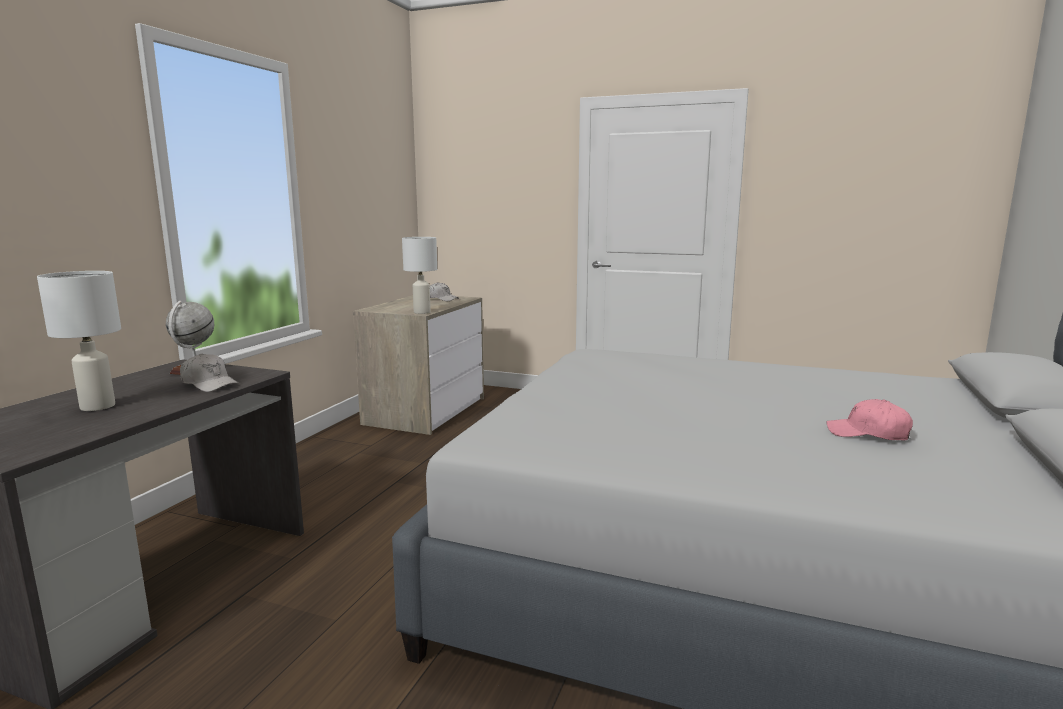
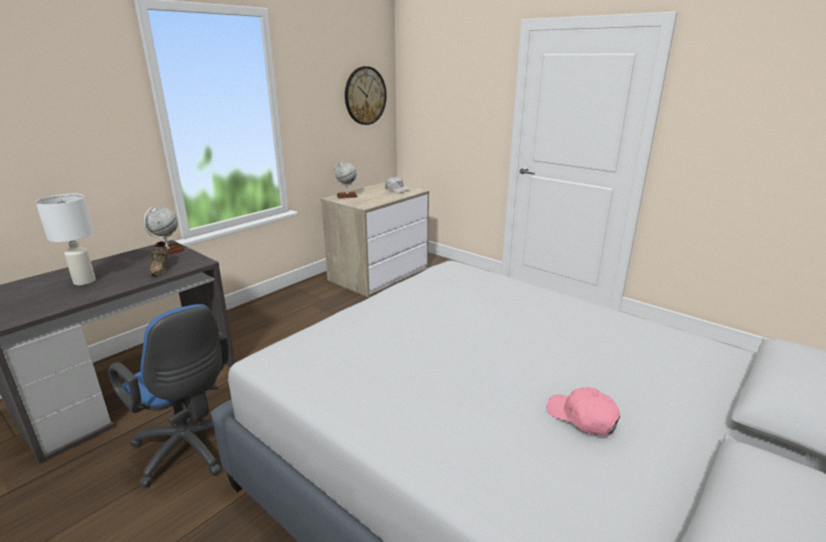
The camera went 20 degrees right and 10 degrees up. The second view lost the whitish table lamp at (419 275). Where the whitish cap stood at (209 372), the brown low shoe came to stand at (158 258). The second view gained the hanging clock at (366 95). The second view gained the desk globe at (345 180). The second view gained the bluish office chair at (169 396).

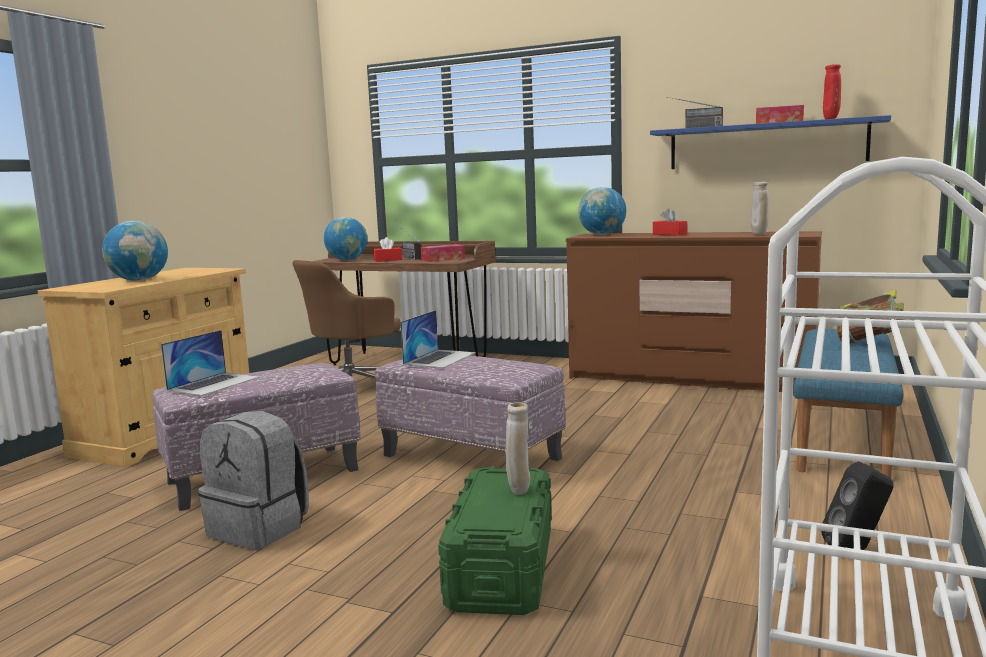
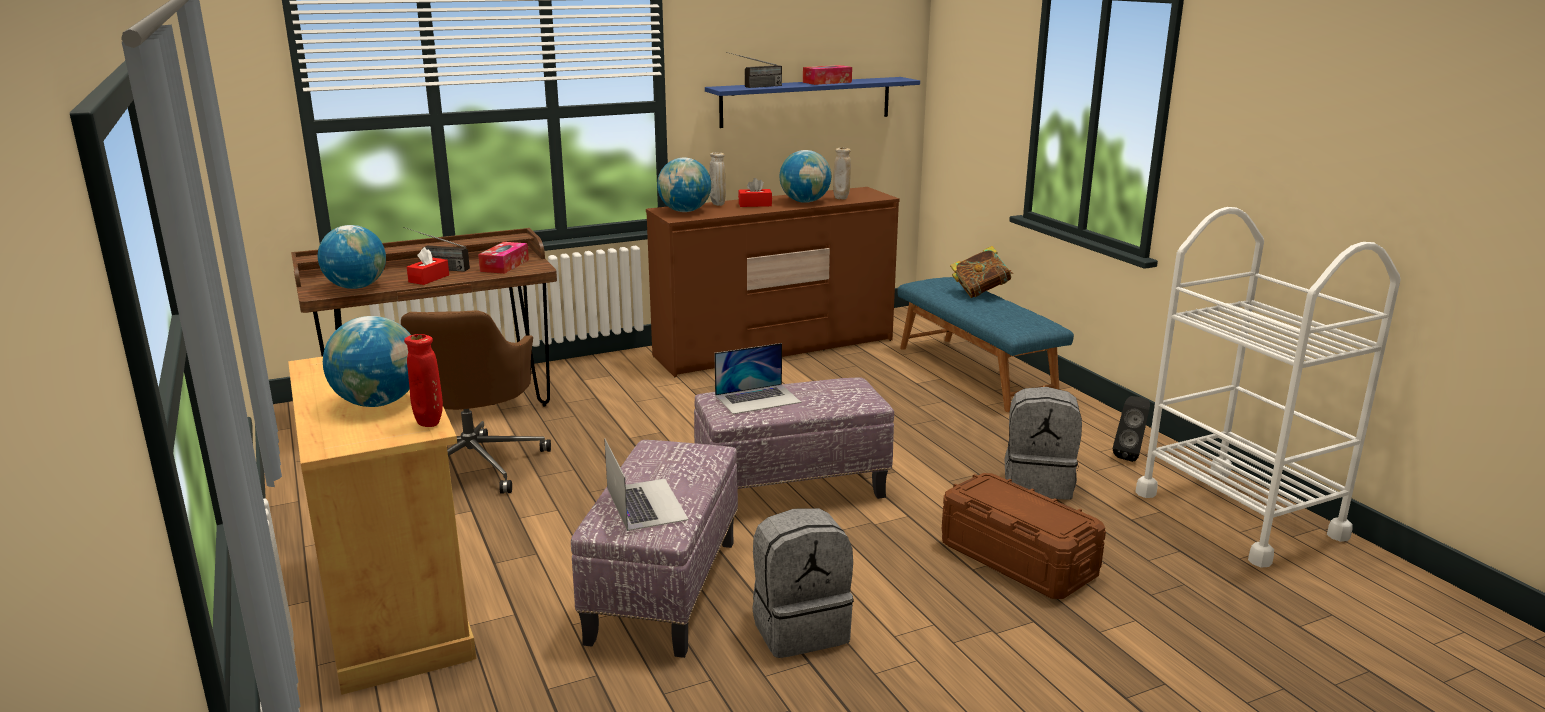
The camera went 50 degrees left and 10 degrees up. The red-coloured vase ended up elsewhere, having gone from (832 91) to (423 380). The notebook computer at (438 339) ended up facing another way, 90 degrees clockwise from before. The beige vase ended up elsewhere, having gone from (517 448) to (717 179). What was the greenish storage box at (495 540) turned into the brown storage box at (1024 536). The second view gained the desk globe at (805 176). The second view gained the grey knapsack at (1043 443).

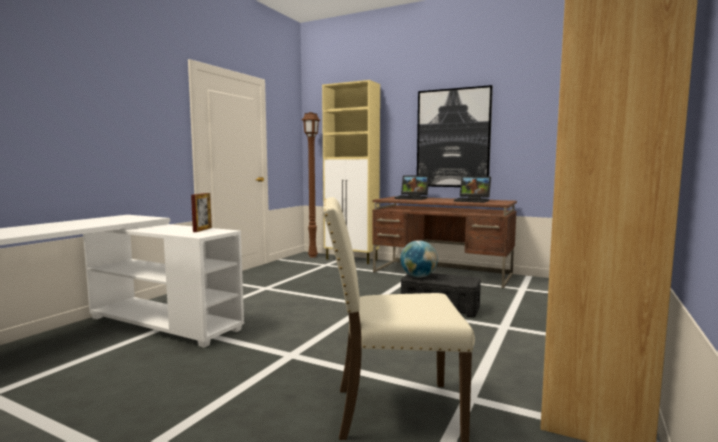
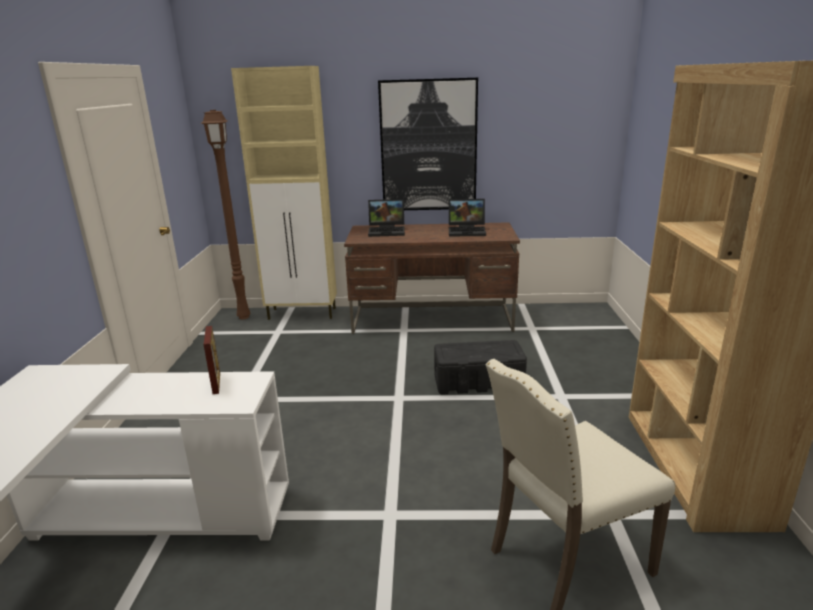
The camera went 25 degrees left and 15 degrees up. The second view lost the desk globe at (419 258).

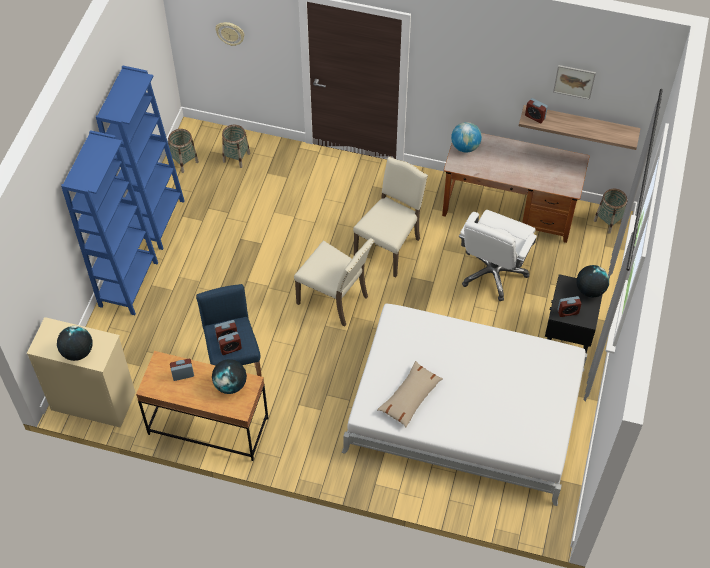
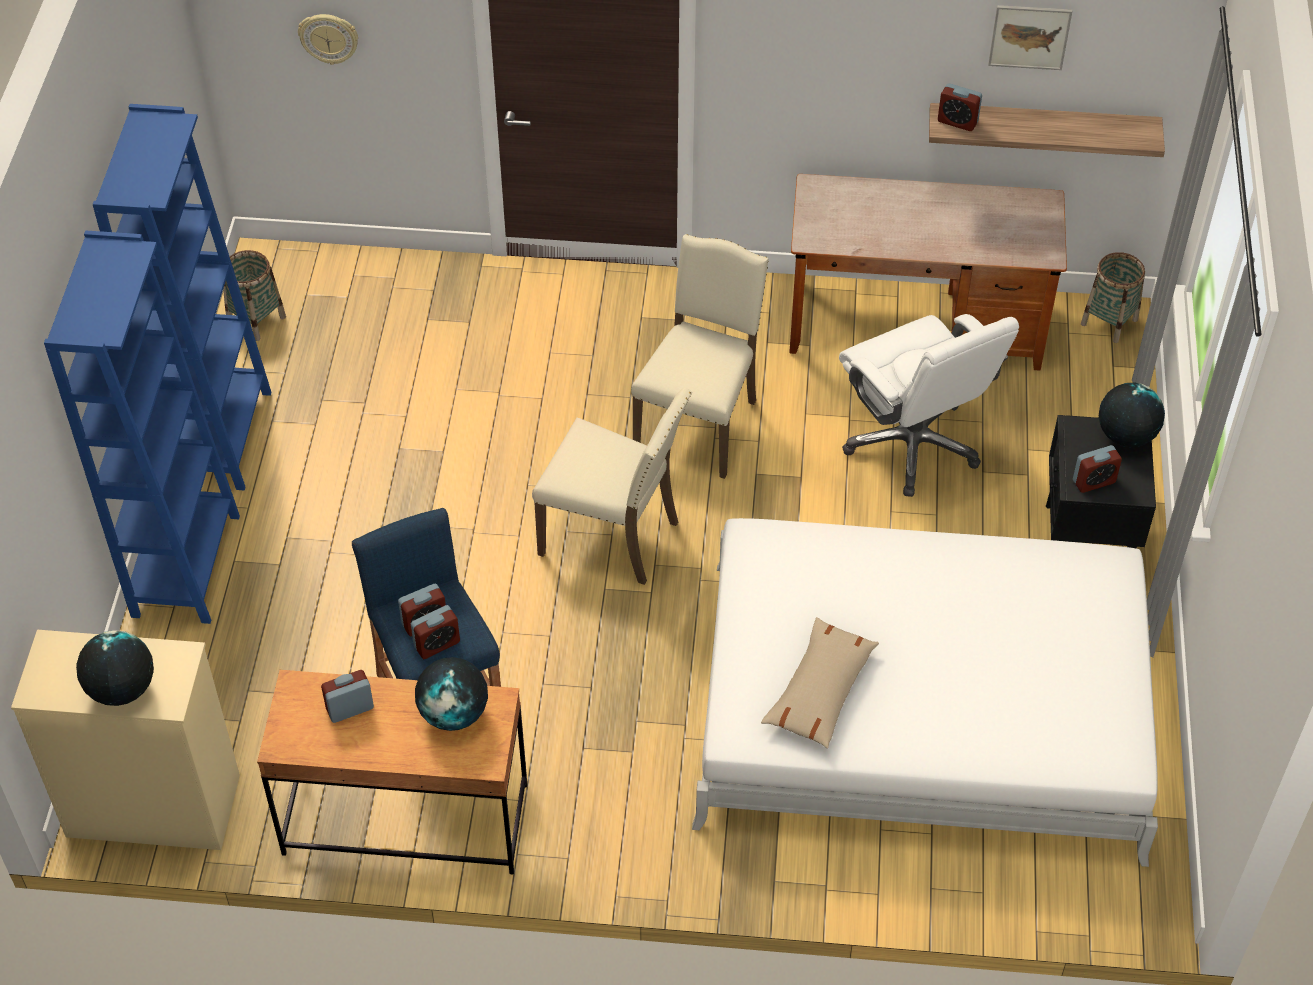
The camera went 10 degrees left and 5 degrees down. The second view lost the desk globe at (466 137). The second view lost the basket at (236 146). The whitish office chair at (498 255) ended up facing another way, 45 degrees counterclockwise from before.

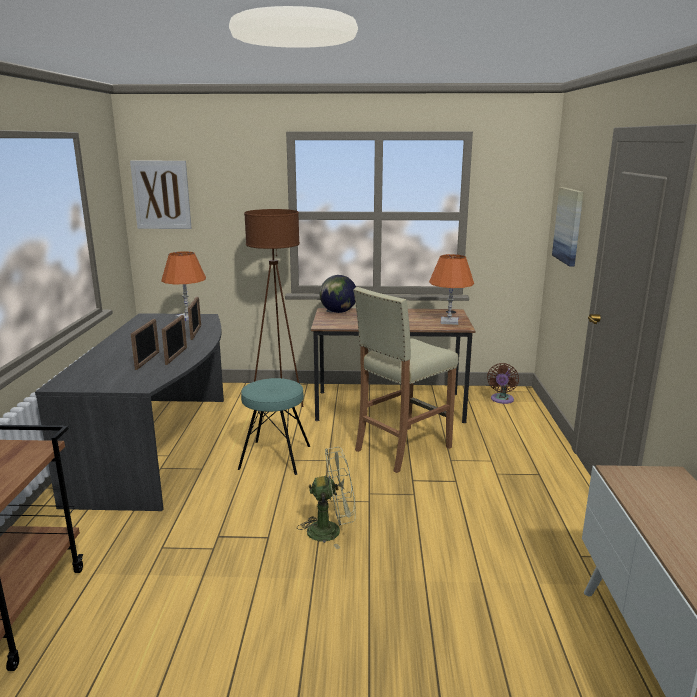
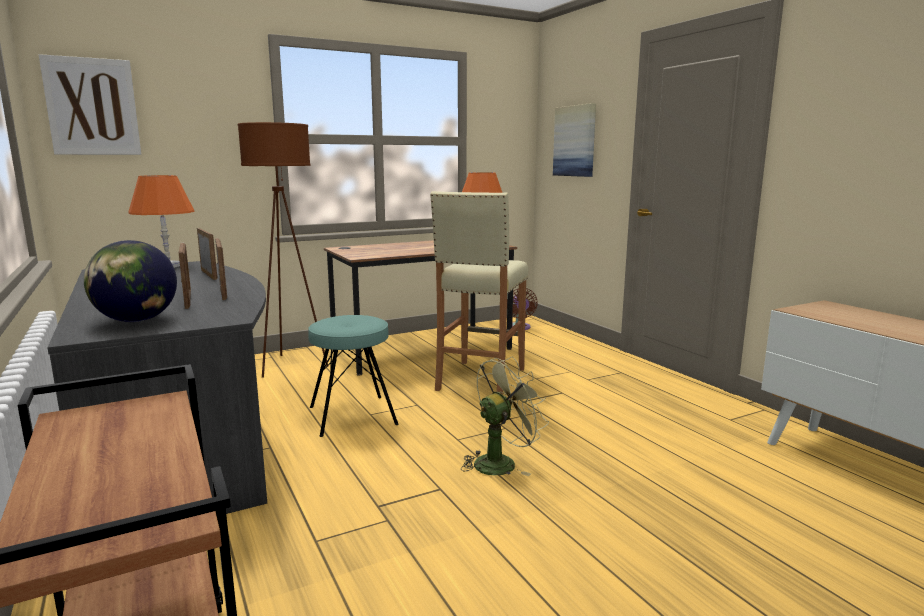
The camera went 30 degrees left and 5 degrees down. The desk globe ended up elsewhere, having gone from (338 294) to (130 281).

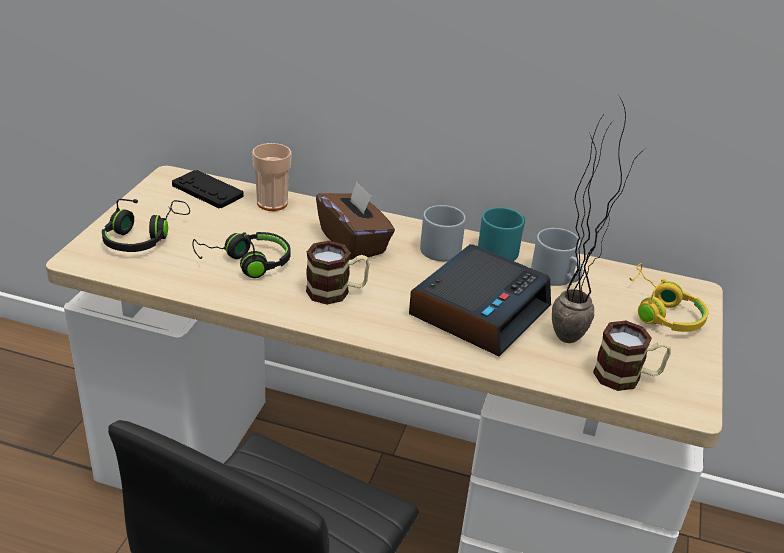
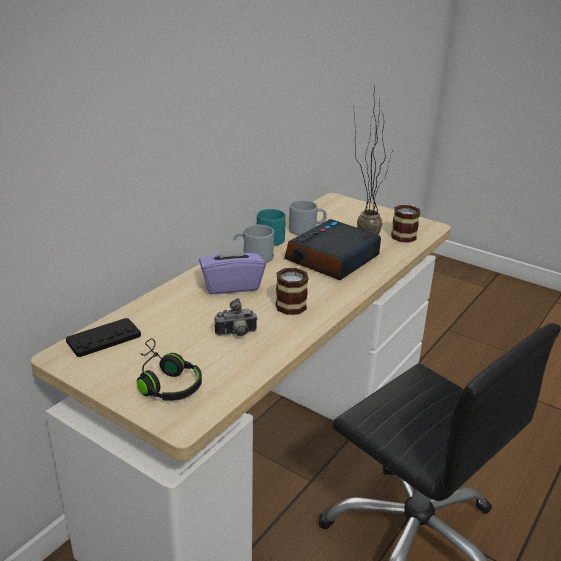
The camera went 70 degrees left and 5 degrees down. The second view lost the small cup at (272 177). What was the brown box of tissues at (355 220) turned into the purple box of tissues at (232 266). Where the black headphones stood at (241 255), the still camera came to stand at (236 317). The alarm clock at (480 300) ended up facing another way, 105 degrees counterclockwise from before. The second view lost the yellow-coloured headphones at (669 297).

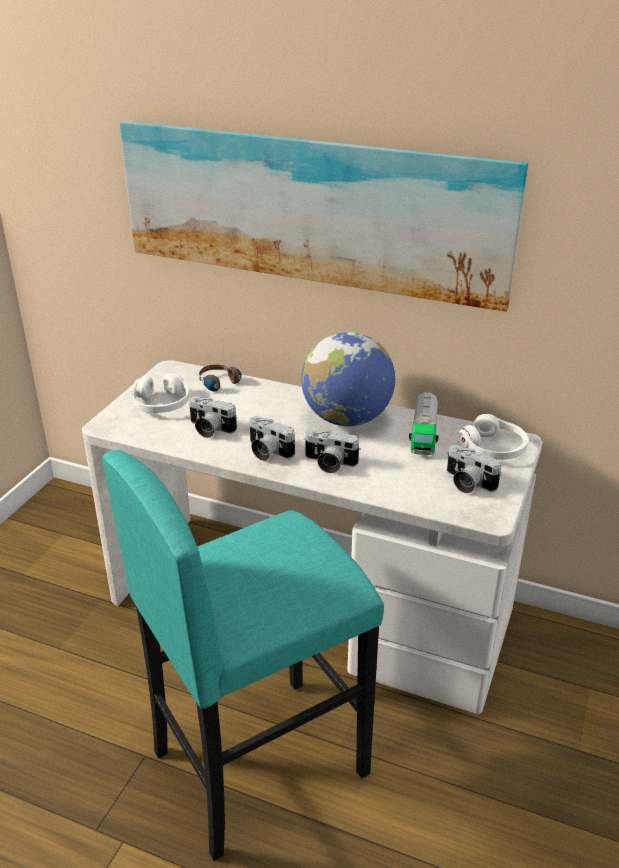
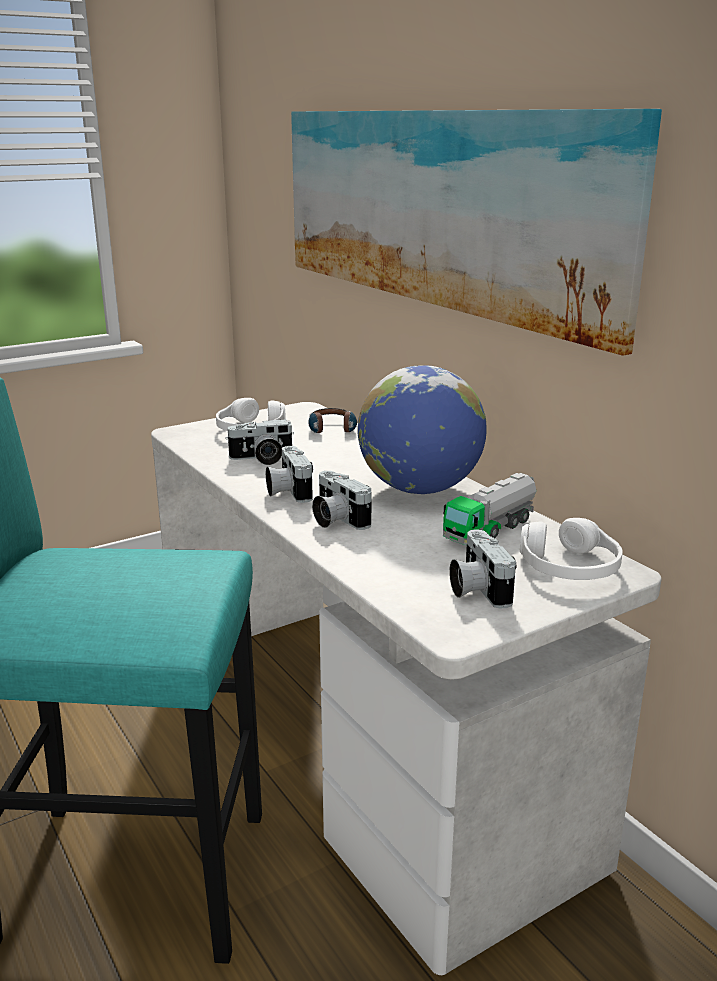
The camera went 35 degrees right and 10 degrees down. The still camera at (213 417) ended up facing another way, 75 degrees counterclockwise from before.

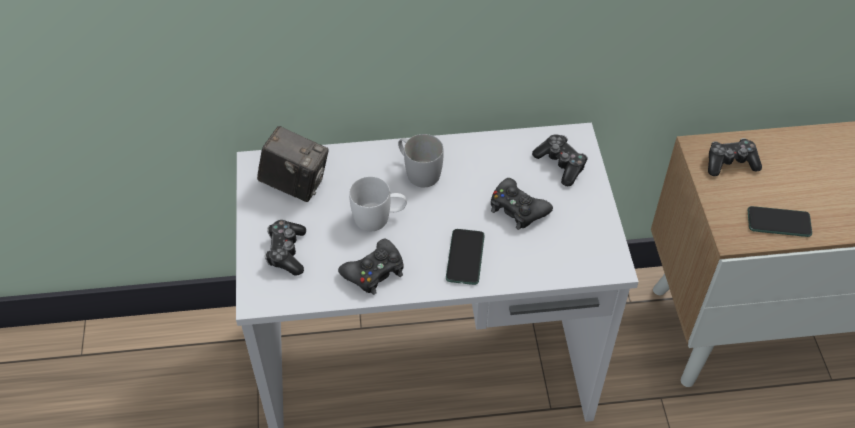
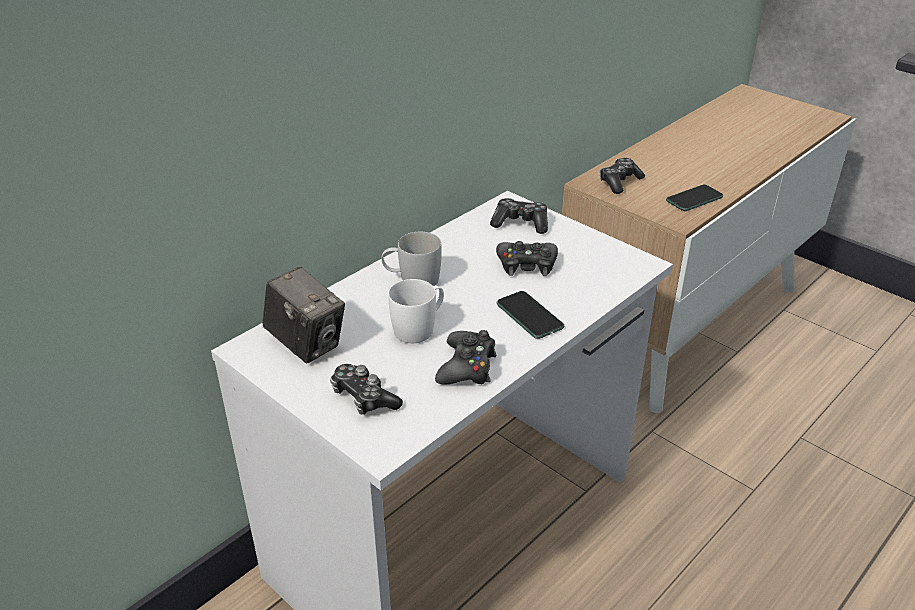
The camera went 40 degrees left and 15 degrees down. The still camera at (293 164) ended up facing another way, 60 degrees clockwise from before.

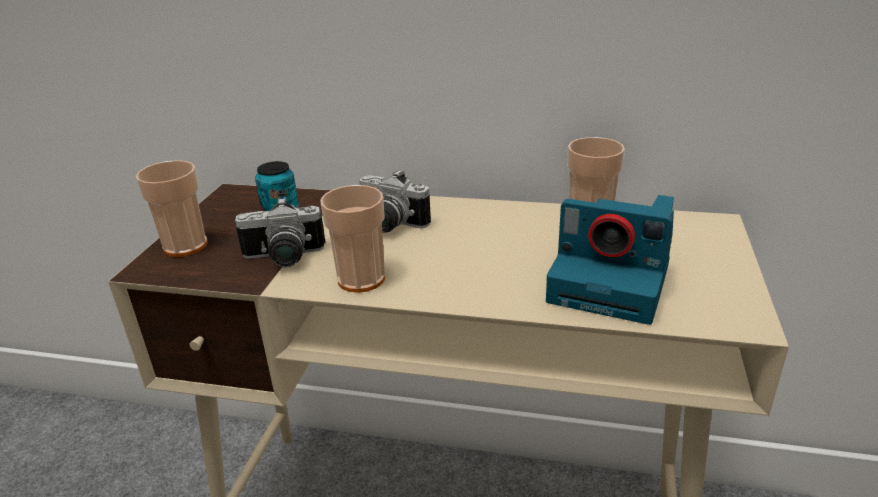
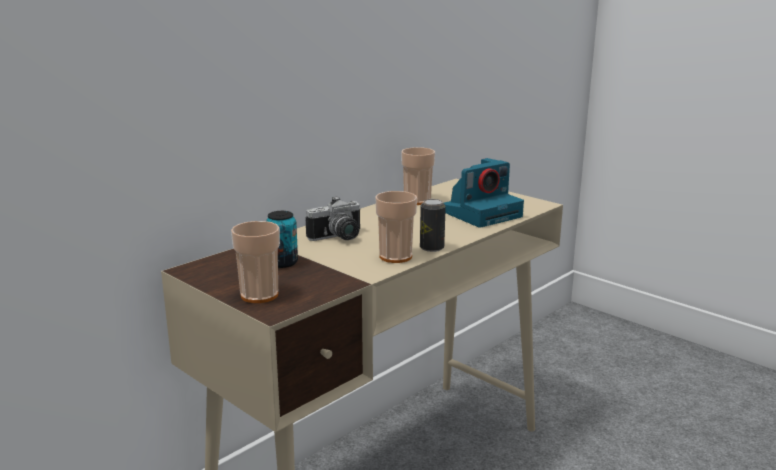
The camera went 60 degrees left and 10 degrees down. The second view lost the still camera at (280 232). The second view gained the sealed can at (433 225).

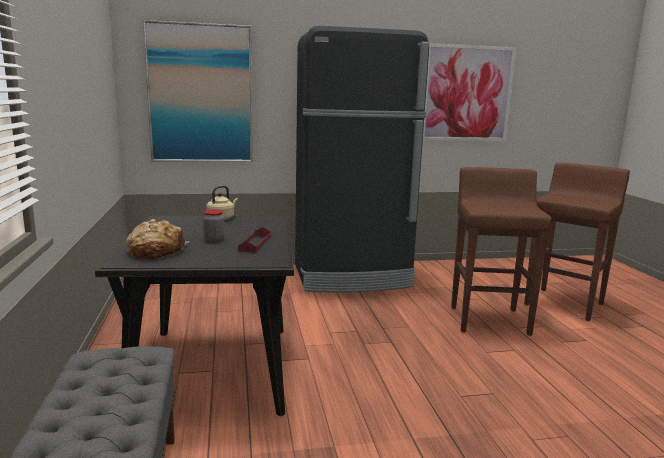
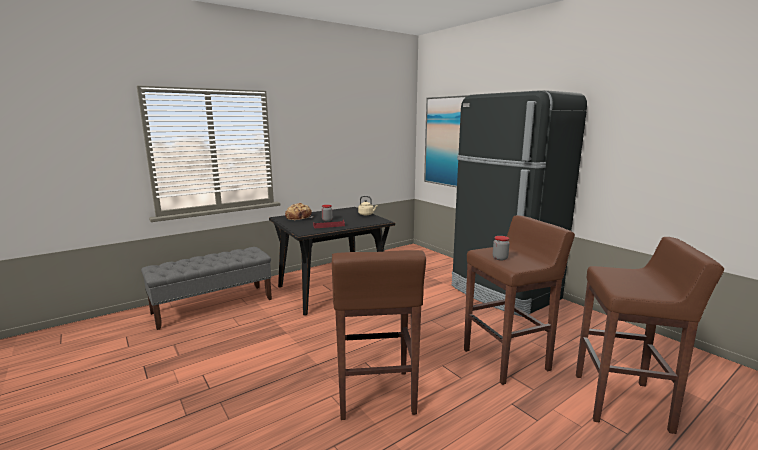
The camera went 65 degrees right and 0 degrees up. The second view lost the wall art at (469 92). The second view gained the storage jar at (501 248). The second view gained the brown sitting stool at (379 335).

